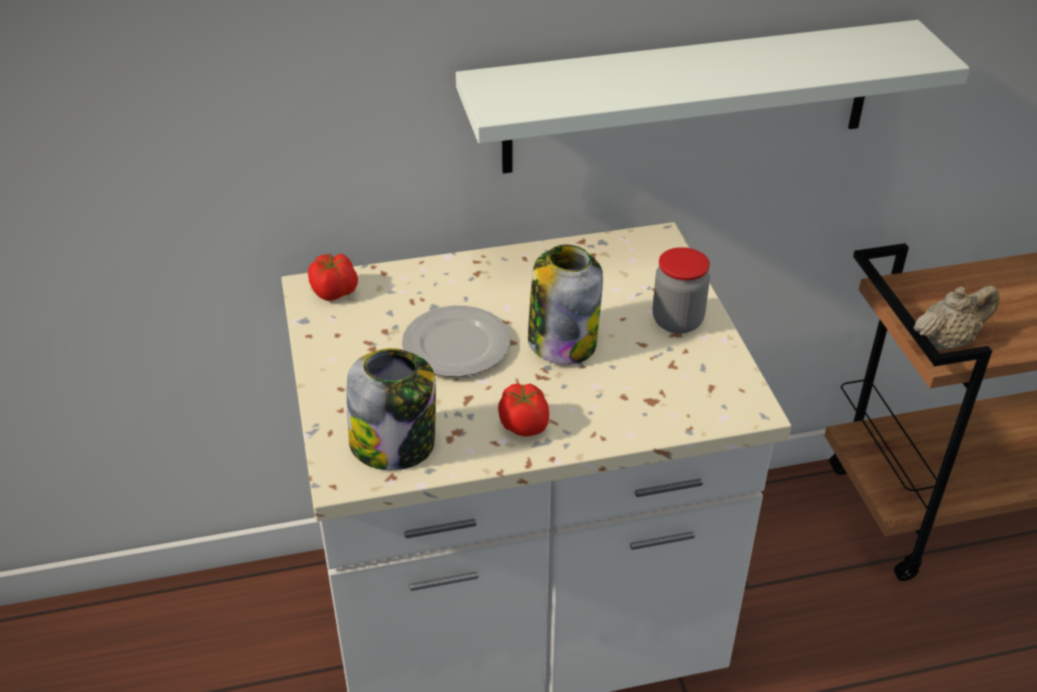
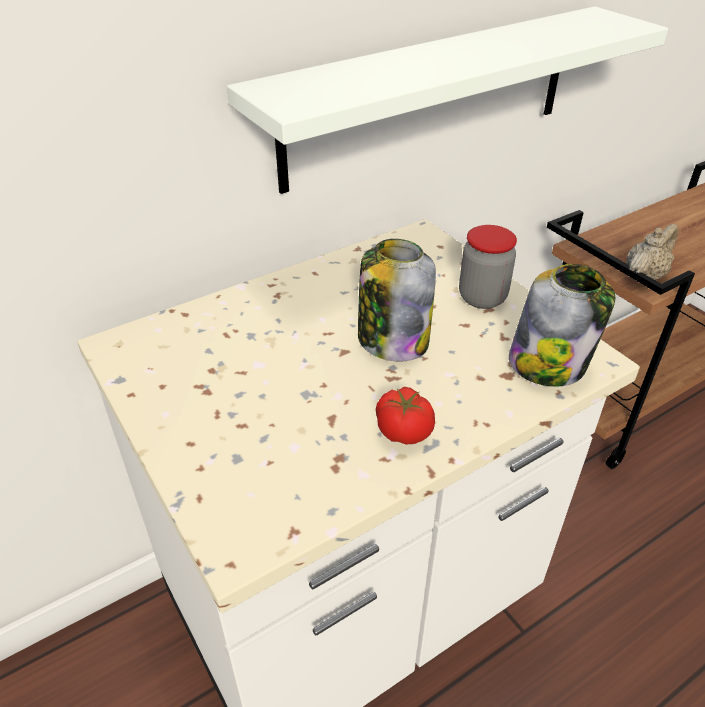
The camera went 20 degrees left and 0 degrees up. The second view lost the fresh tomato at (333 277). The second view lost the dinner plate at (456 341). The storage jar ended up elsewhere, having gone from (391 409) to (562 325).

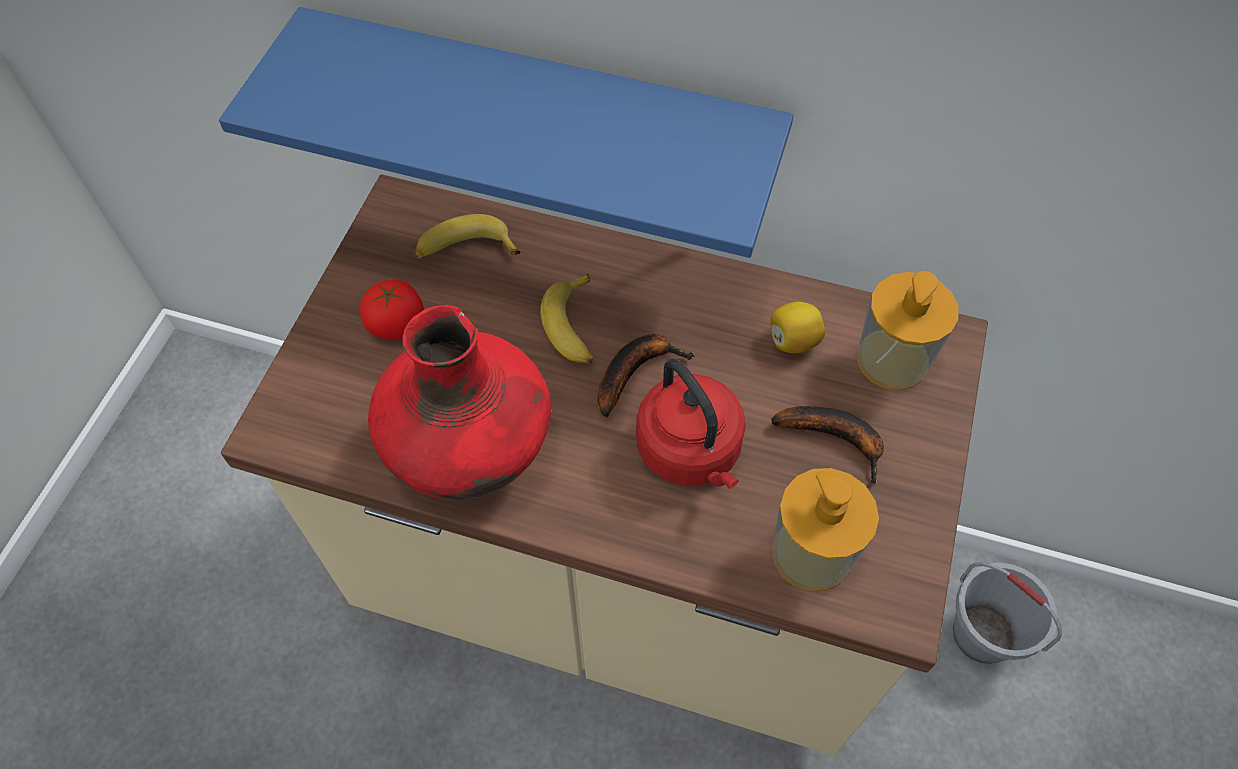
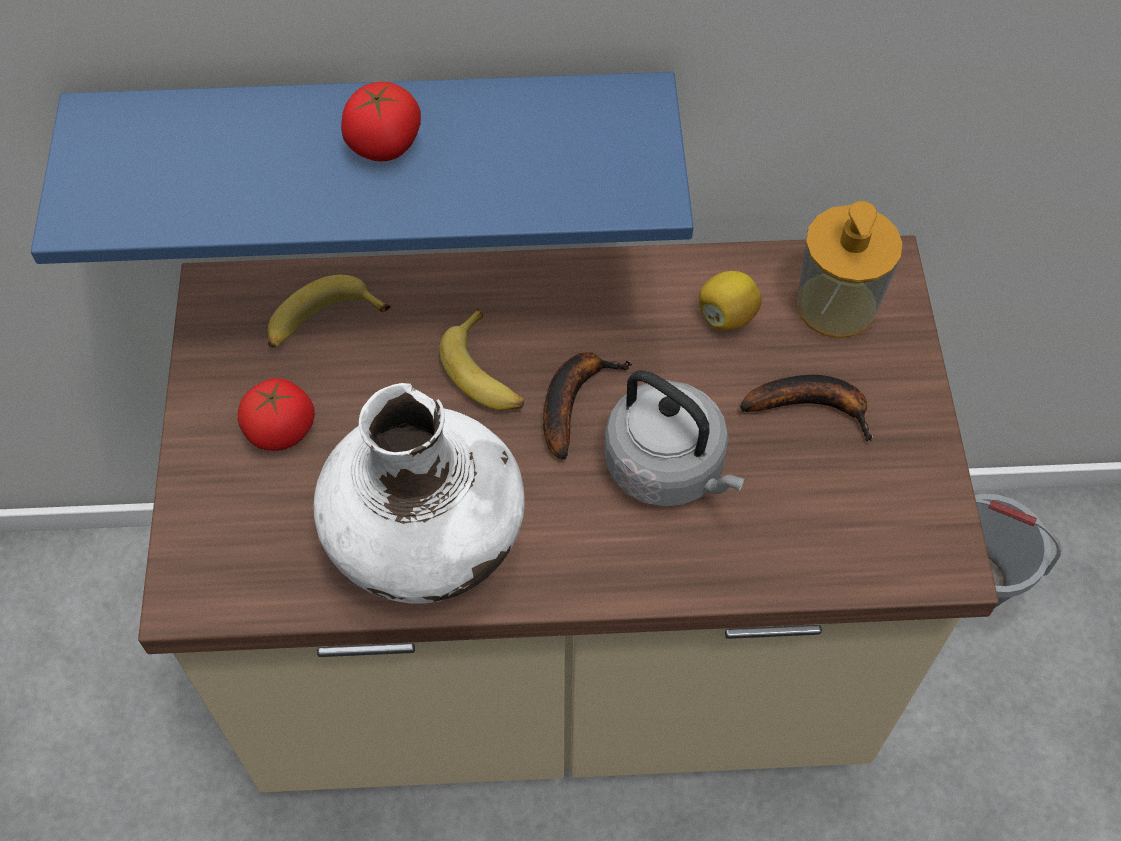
The camera went 20 degrees left and 0 degrees up. What was the red-coloured vase at (459 402) turned into the whitish vase at (419 493). What was the red-coloured water kettle at (691 424) turned into the grey water kettle at (674 438). The second view lost the liquid soap bottle at (825 530). The second view gained the fresh tomato at (381 121).

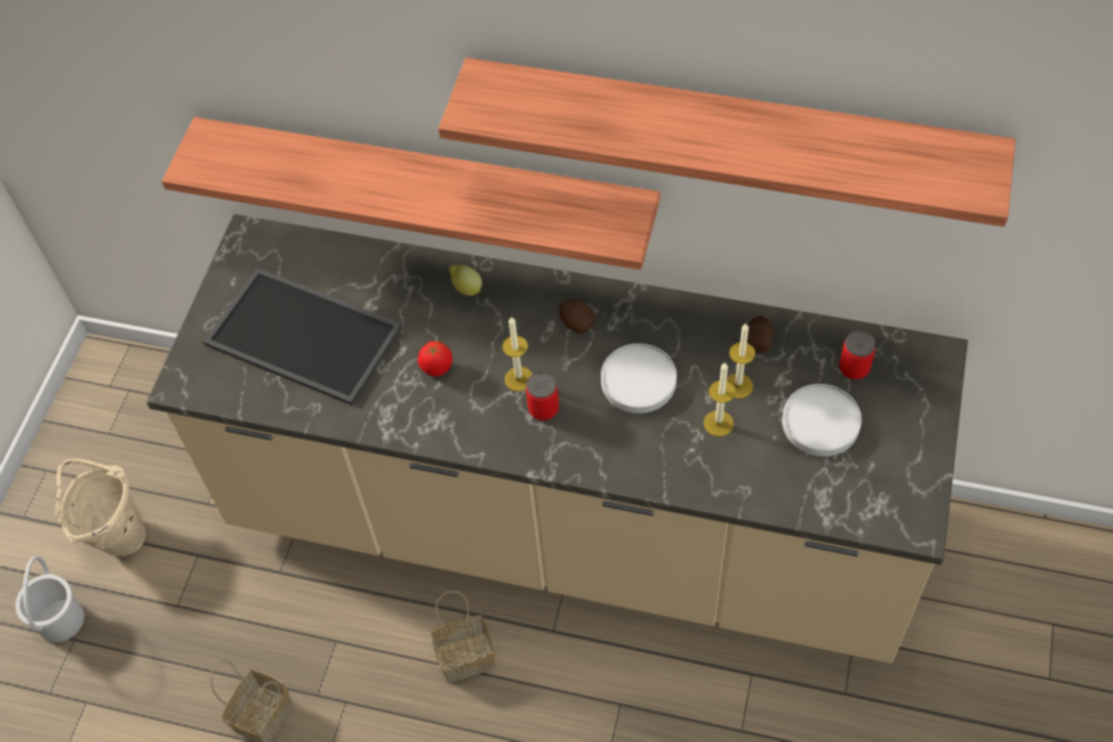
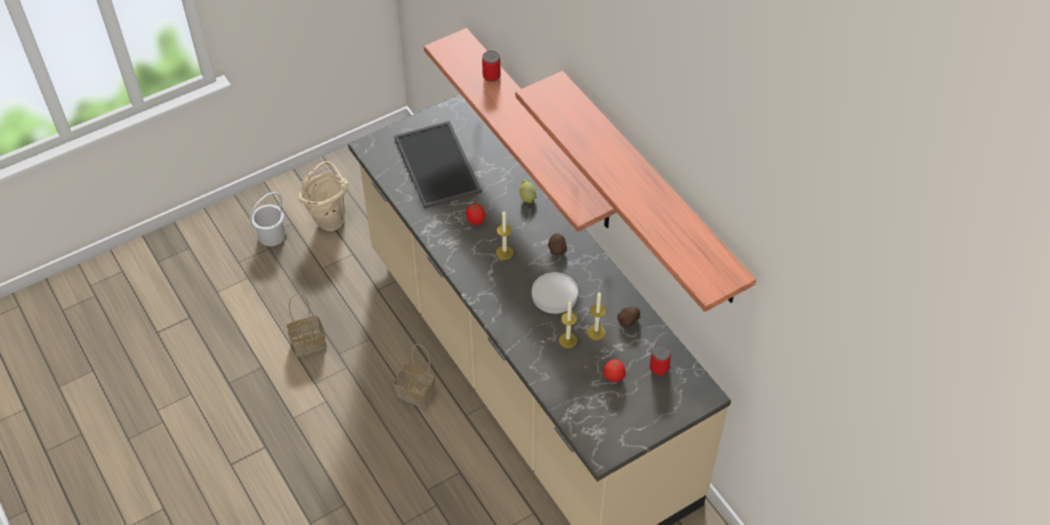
The camera went 40 degrees right and 5 degrees down. The sealed can ended up elsewhere, having gone from (542 396) to (491 66). Where the whitish dinner plate stood at (822 420), the fresh tomato came to stand at (614 370).

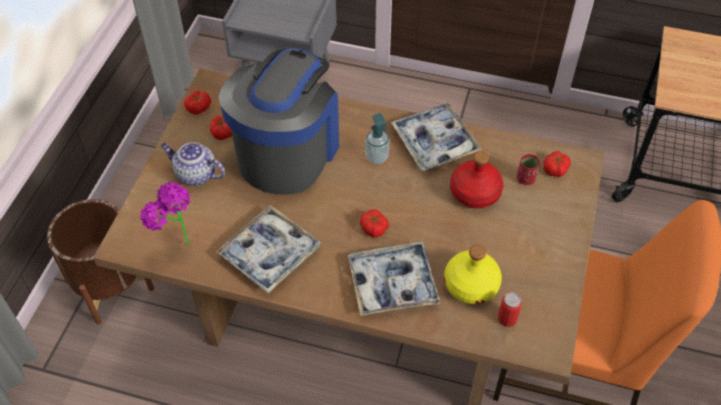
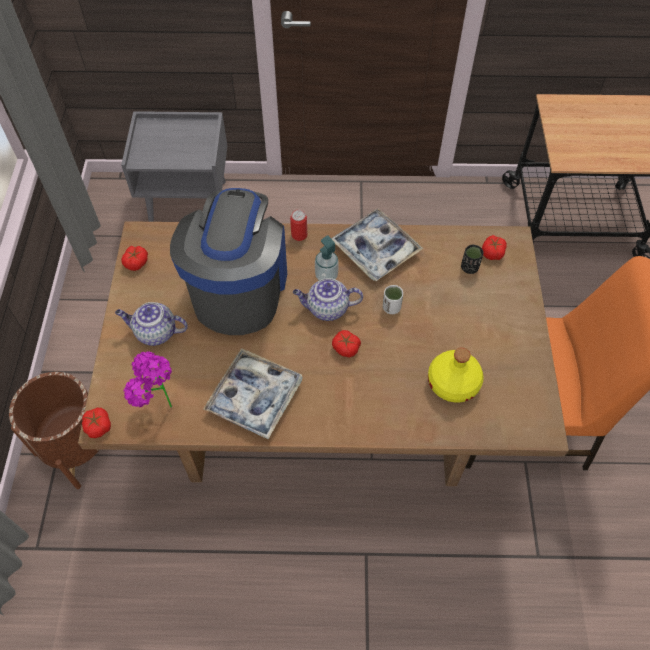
The camera went 15 degrees left and 5 degrees up. The fresh tomato ended up elsewhere, having gone from (221 128) to (96 423). The second view lost the red-coloured drink bottle at (476 179). What was the red-coloured small cup at (528 169) turned into the black small cup at (472 259). The second view lost the carrying tray at (394 279). The sealed can ended up elsewhere, having gone from (510 309) to (298 225). The second view gained the pot for tea at (328 299). The second view gained the whitish small cup at (393 299).

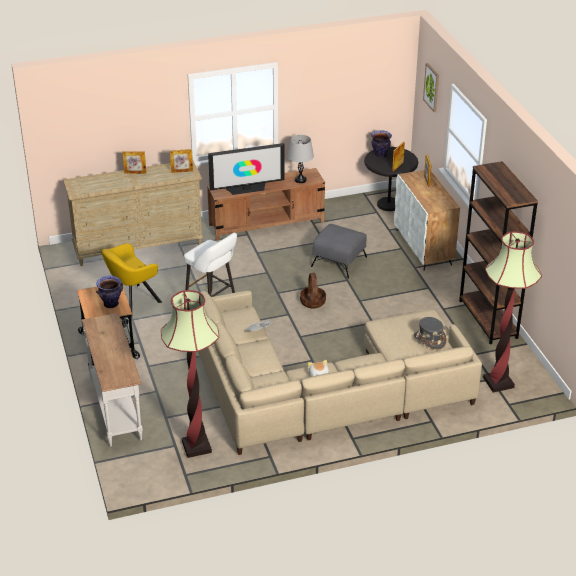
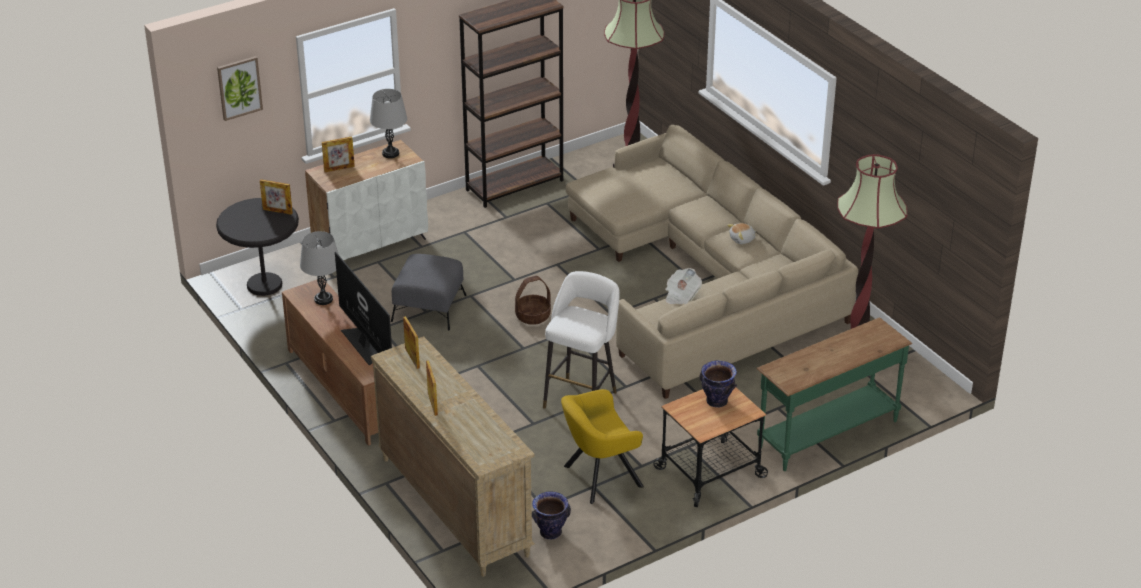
The camera went 105 degrees left and 0 degrees up. The vase ended up elsewhere, having gone from (381 144) to (551 515). The yellow-coloured easy chair at (131 280) ended up facing another way, 120 degrees clockwise from before. What was the whitish hall table at (112 380) turned into the greenish hall table at (834 394). The second view lost the grey clothing hat at (430 333). The second view gained the grey table lamp at (388 123).

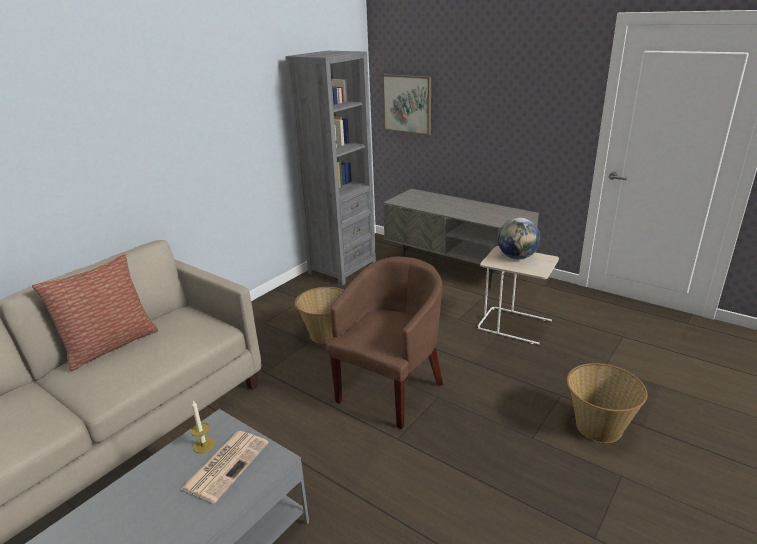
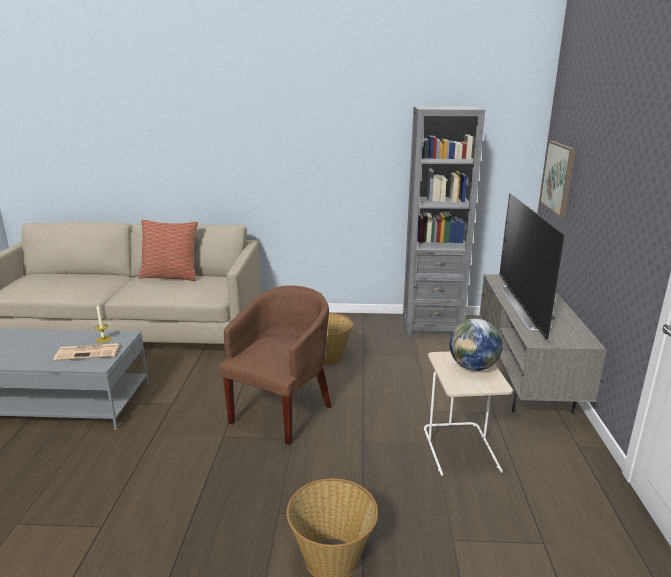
The camera went 55 degrees right and 5 degrees down. The brown easy chair at (384 343) ended up facing another way, 60 degrees counterclockwise from before. The second view gained the television at (532 266).

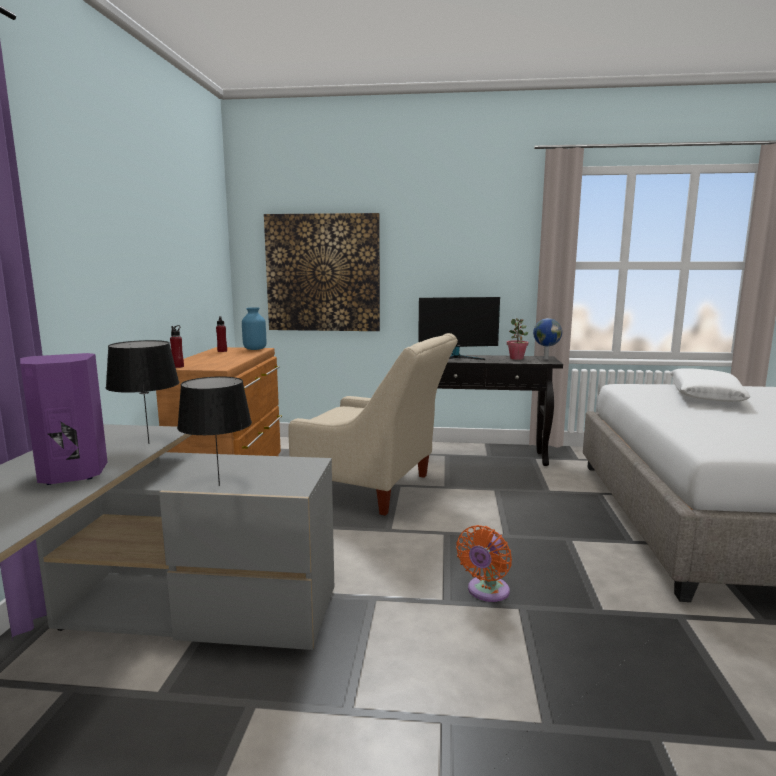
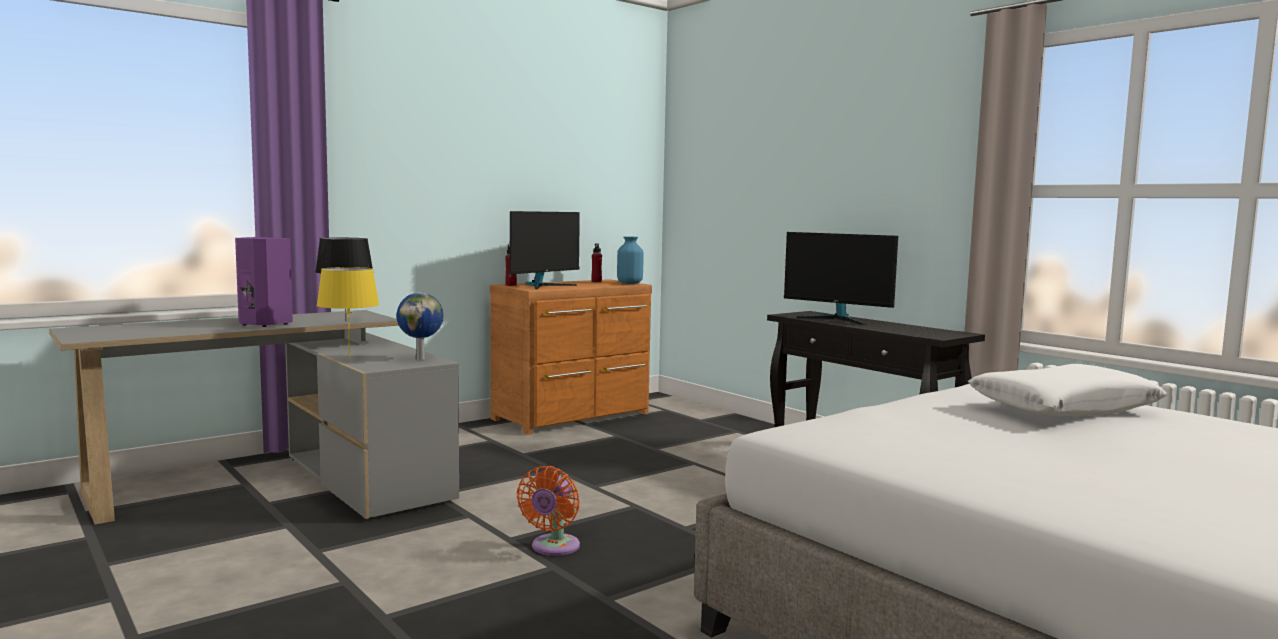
The camera went 45 degrees right and 5 degrees down. The second view lost the wall art at (322 272). The second view lost the potted plant at (517 339). The desk globe ended up elsewhere, having gone from (547 339) to (420 326). The second view lost the beige easy chair at (373 424). What was the black table lamp at (214 431) turned into the yellow-coloured table lamp at (348 312). The orange-coloured fan at (484 563) ended up facing another way, 60 degrees counterclockwise from before. The second view gained the monitor at (545 250).

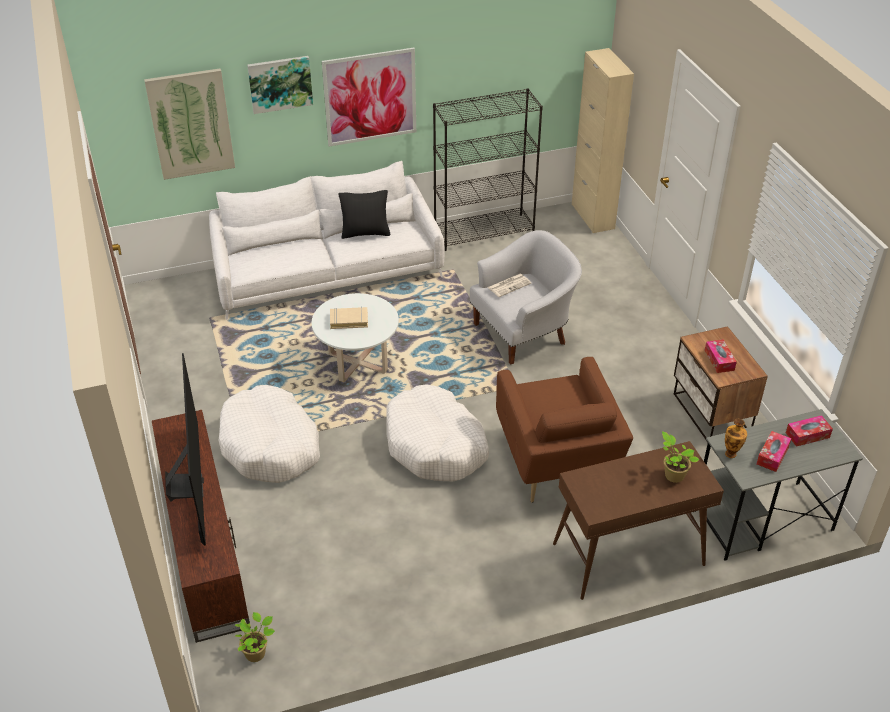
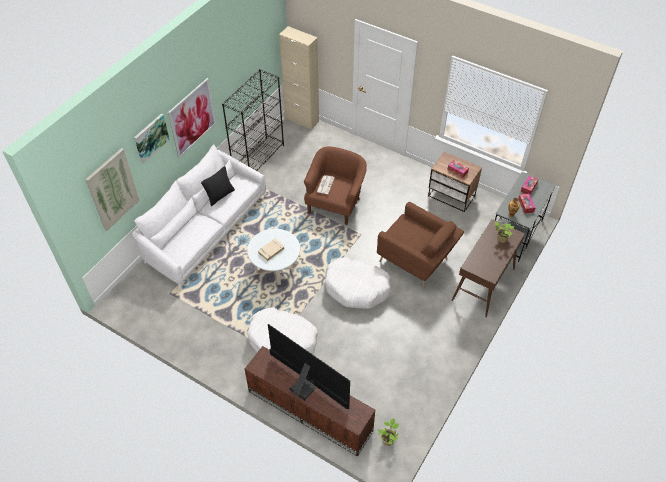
The camera went 40 degrees left and 10 degrees up. What was the whitish easy chair at (526 297) turned into the brown easy chair at (335 185).

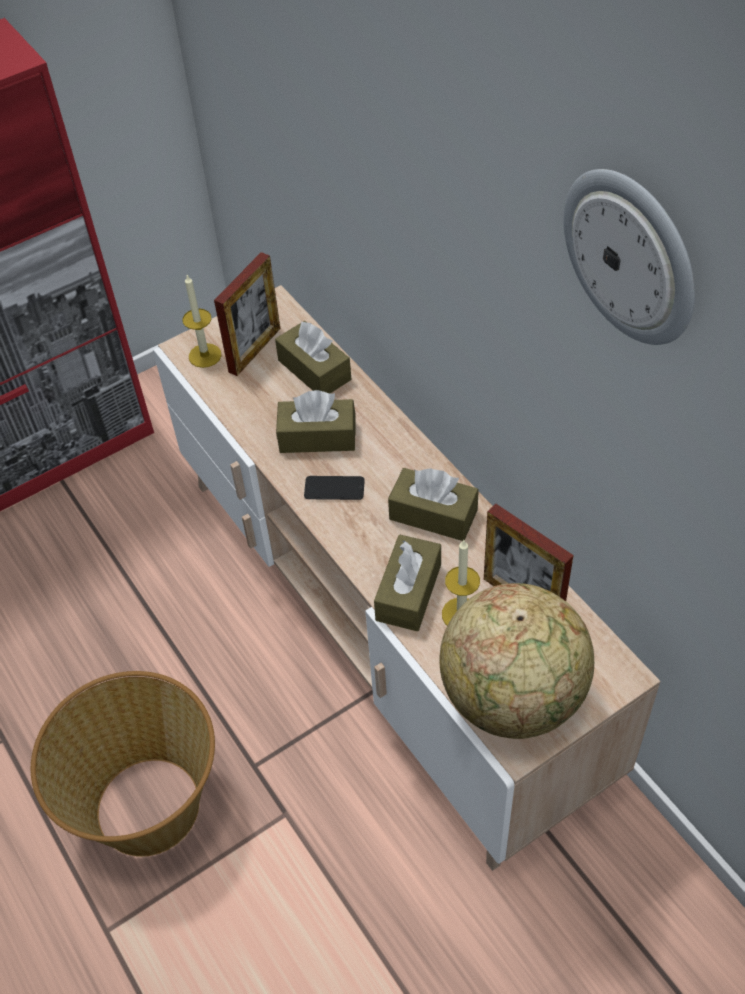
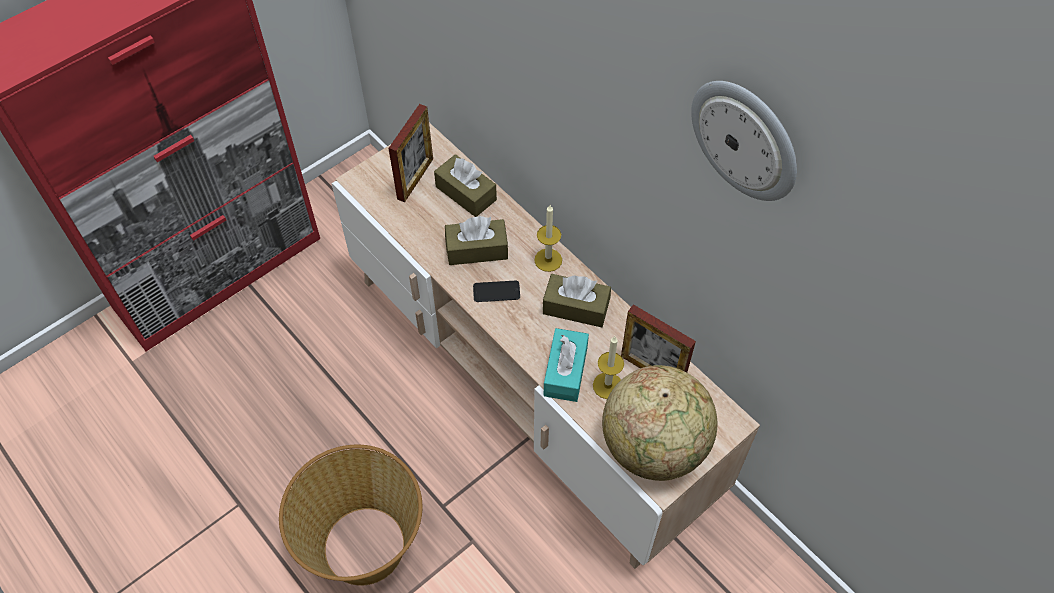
The camera went 10 degrees left and 5 degrees up. The candle ended up elsewhere, having gone from (201 321) to (548 238). What was the brown box of tissues at (407 583) turned into the blue-green box of tissues at (566 365).

